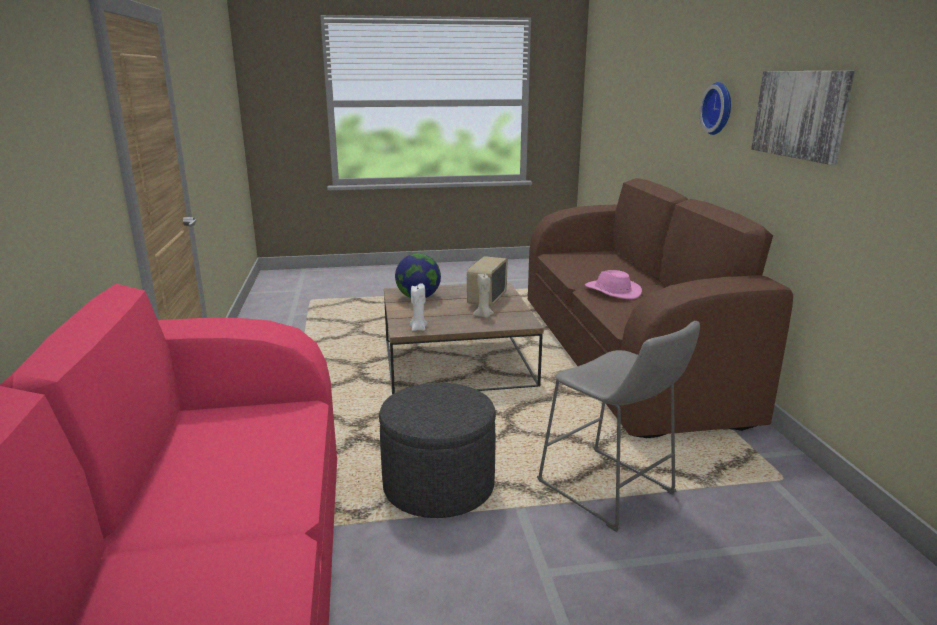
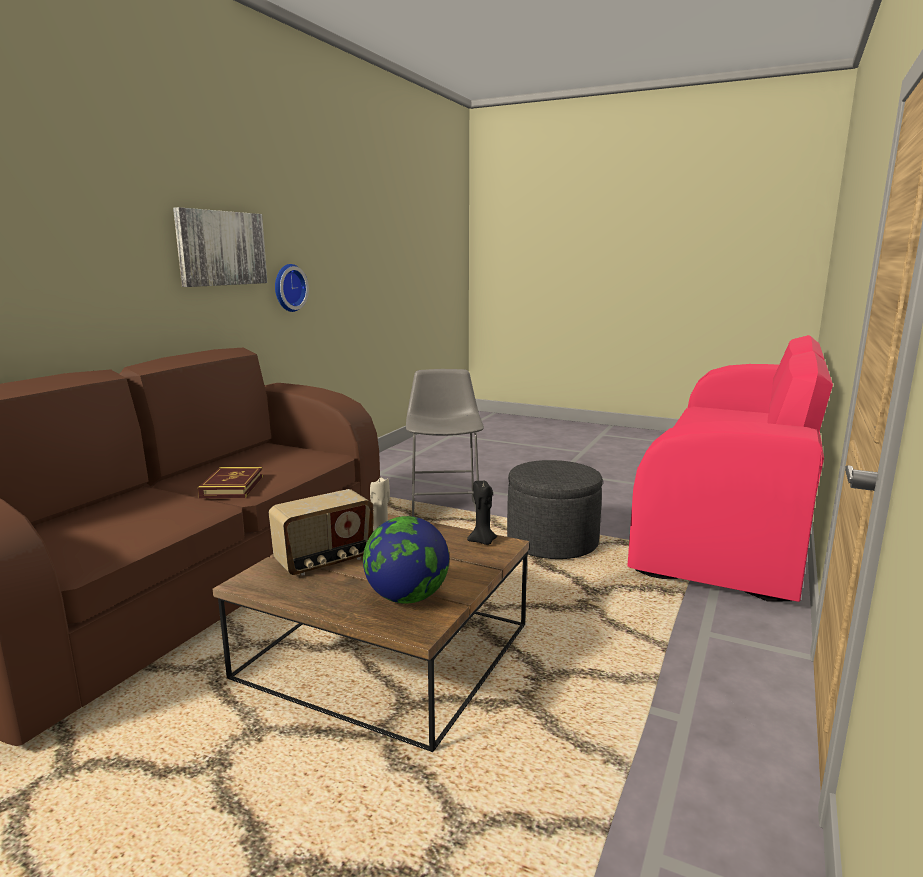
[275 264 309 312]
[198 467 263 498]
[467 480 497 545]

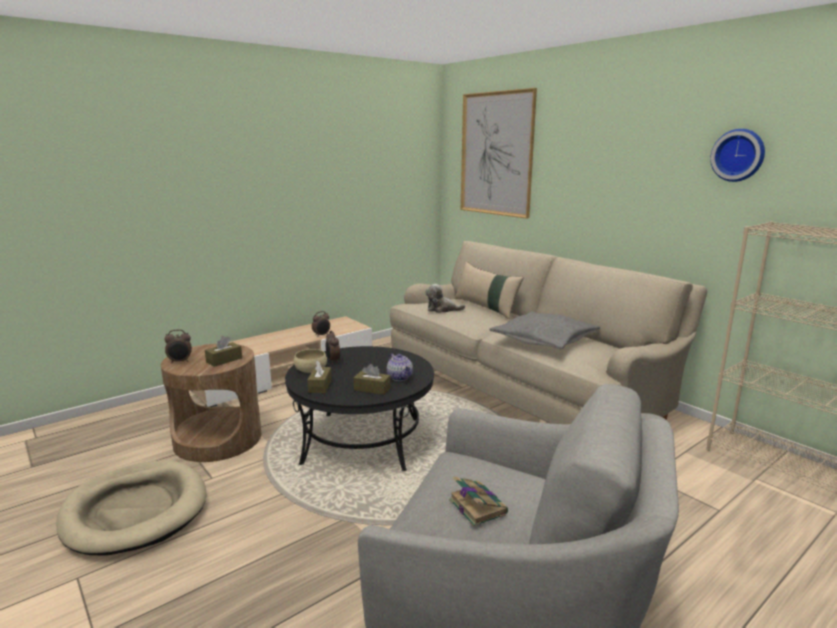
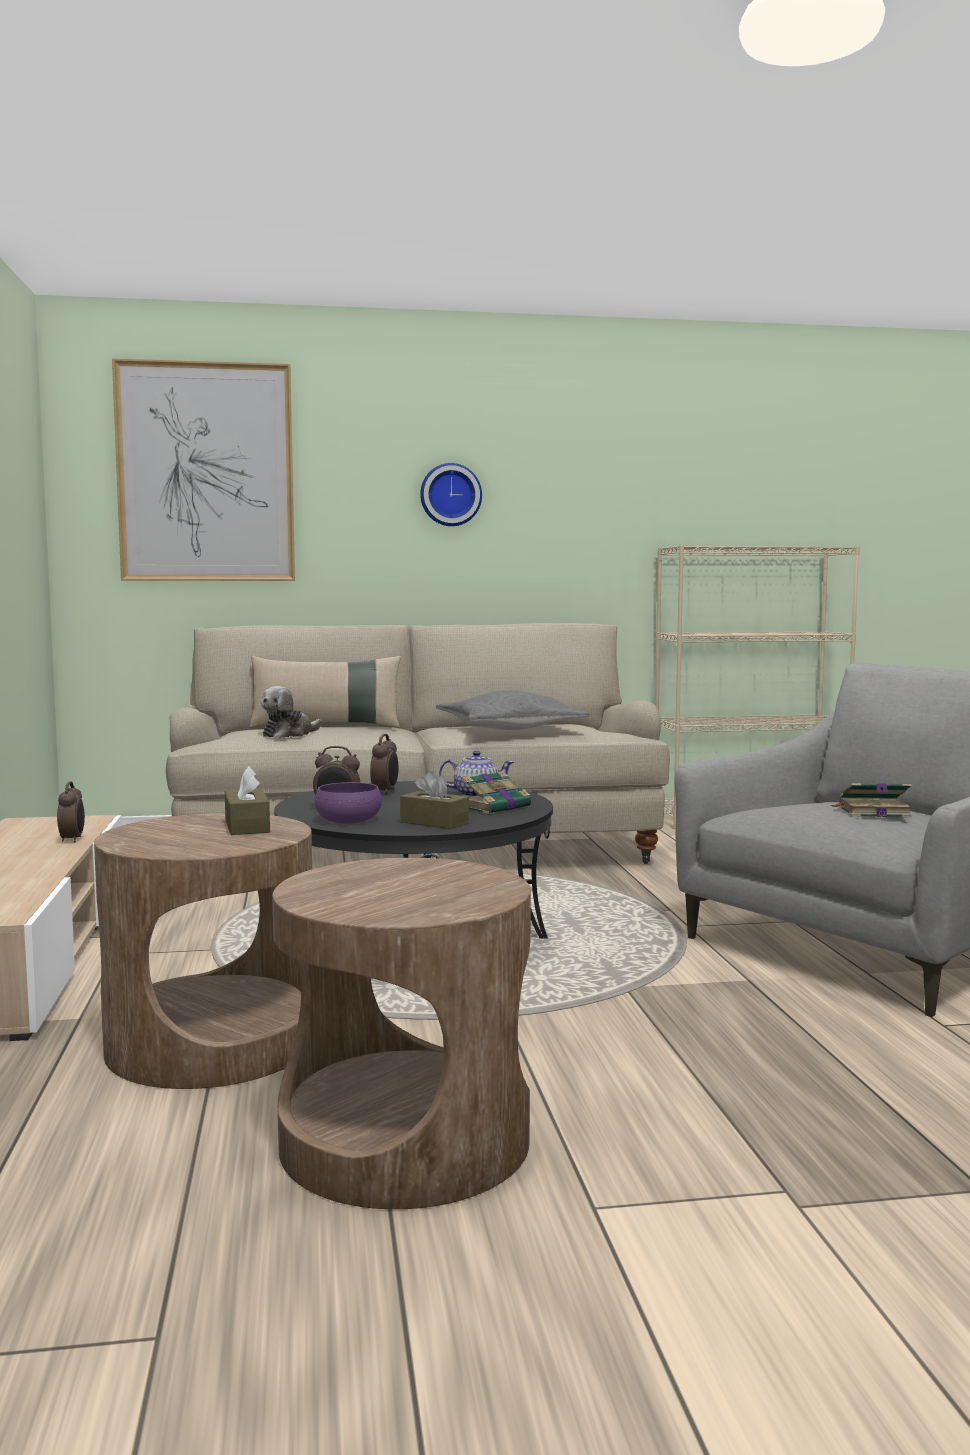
[420 463 482 526]
[370 734 399 795]
[315 782 382 824]
[461 771 531 814]
[272 858 531 1209]

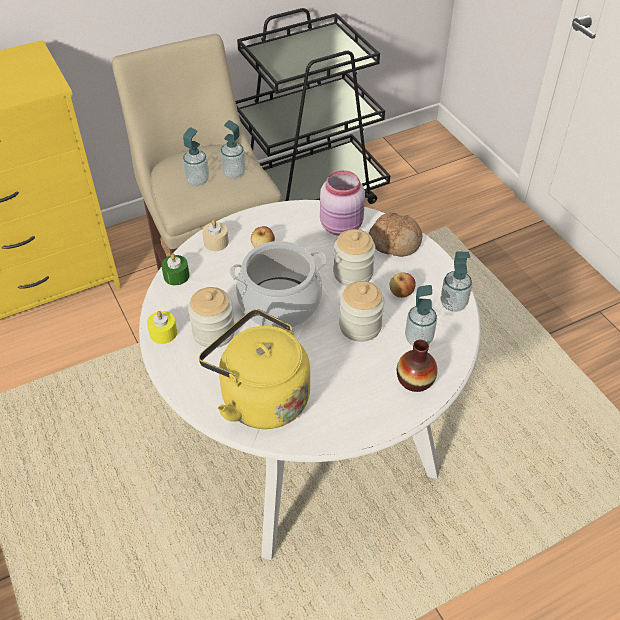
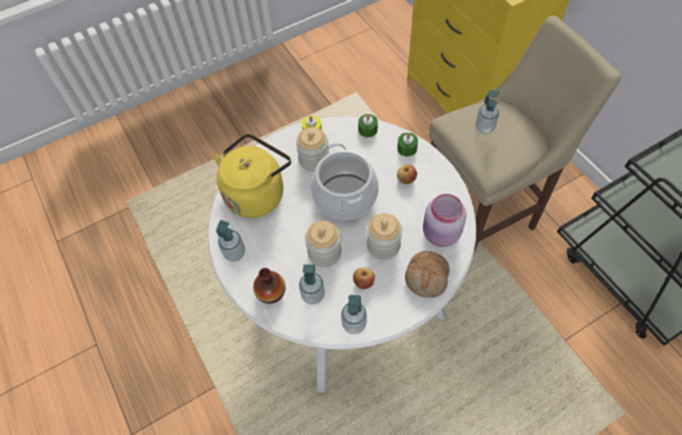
[216 220 245 262]
[397 133 418 156]

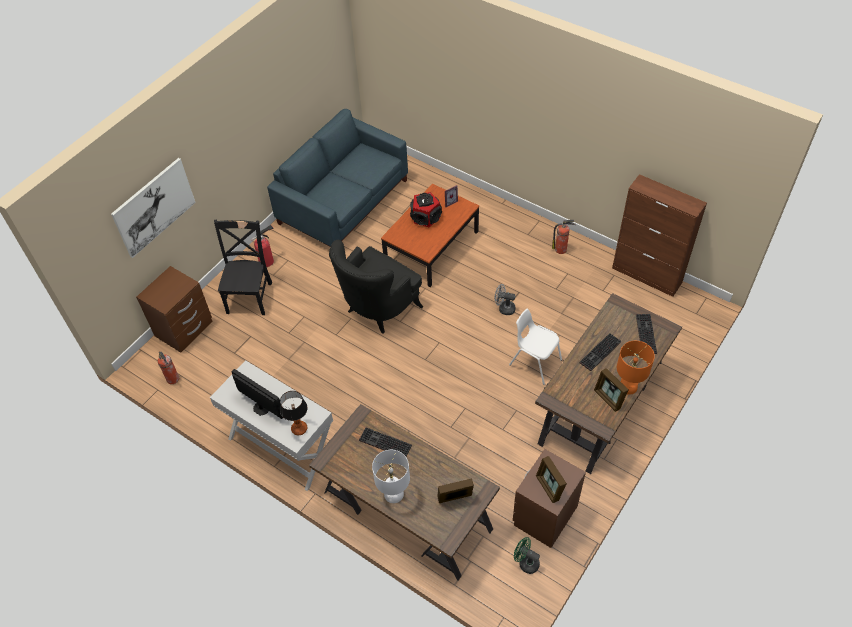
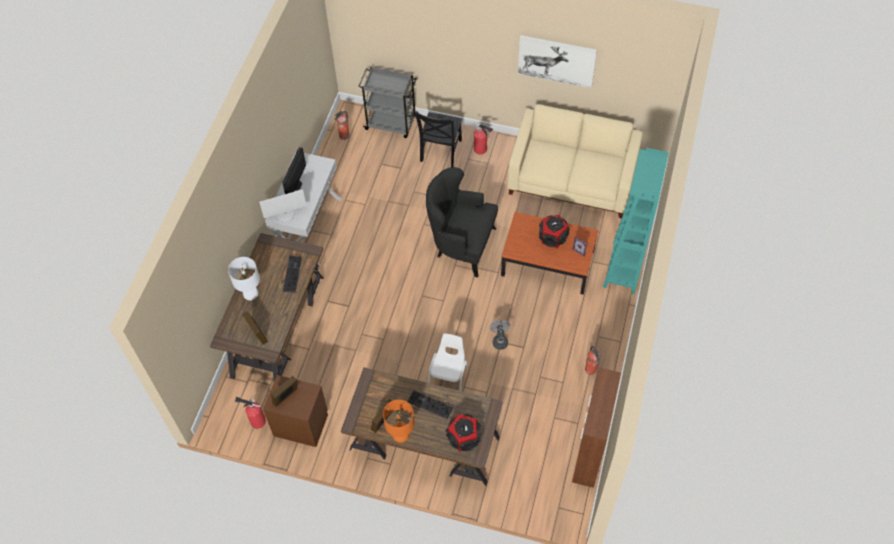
[508 104 643 218]
[518 35 597 88]
[415 111 462 167]
[358 66 417 138]
[446 414 481 452]
[259 189 306 222]
[235 397 266 429]
[603 148 669 294]

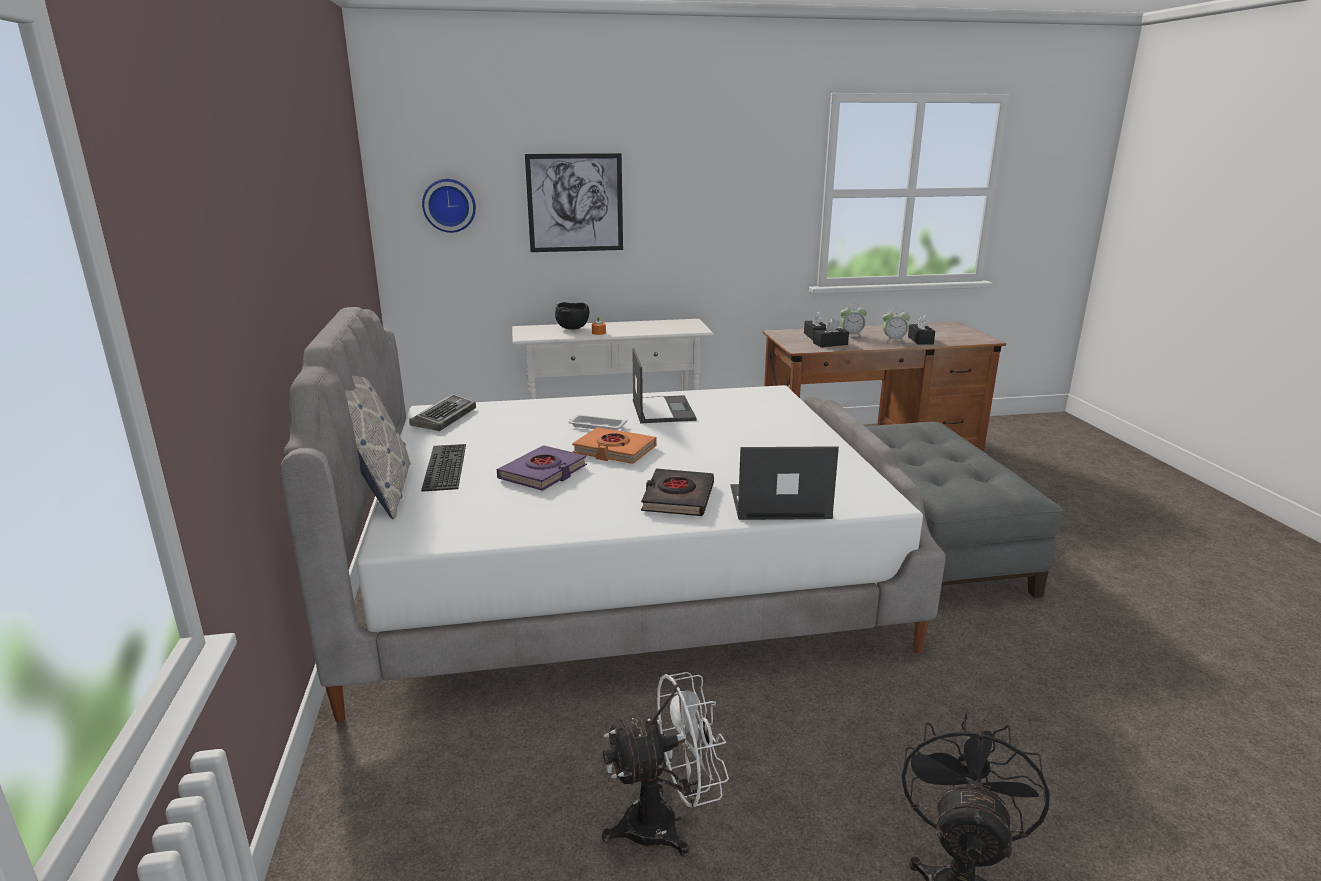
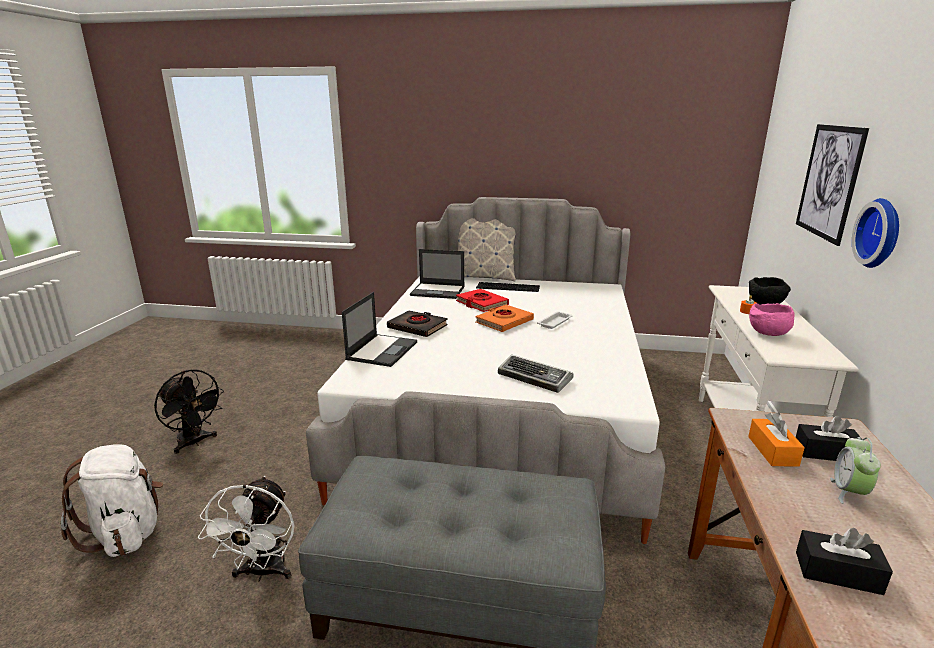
[852 198 899 268]
[882 308 910 343] (first image)
[748 413 805 467]
[410 249 465 299]
[498 354 573 393]
[456 289 509 312]
[198 476 294 581]
[749 303 794 336]
[61 444 163 557]

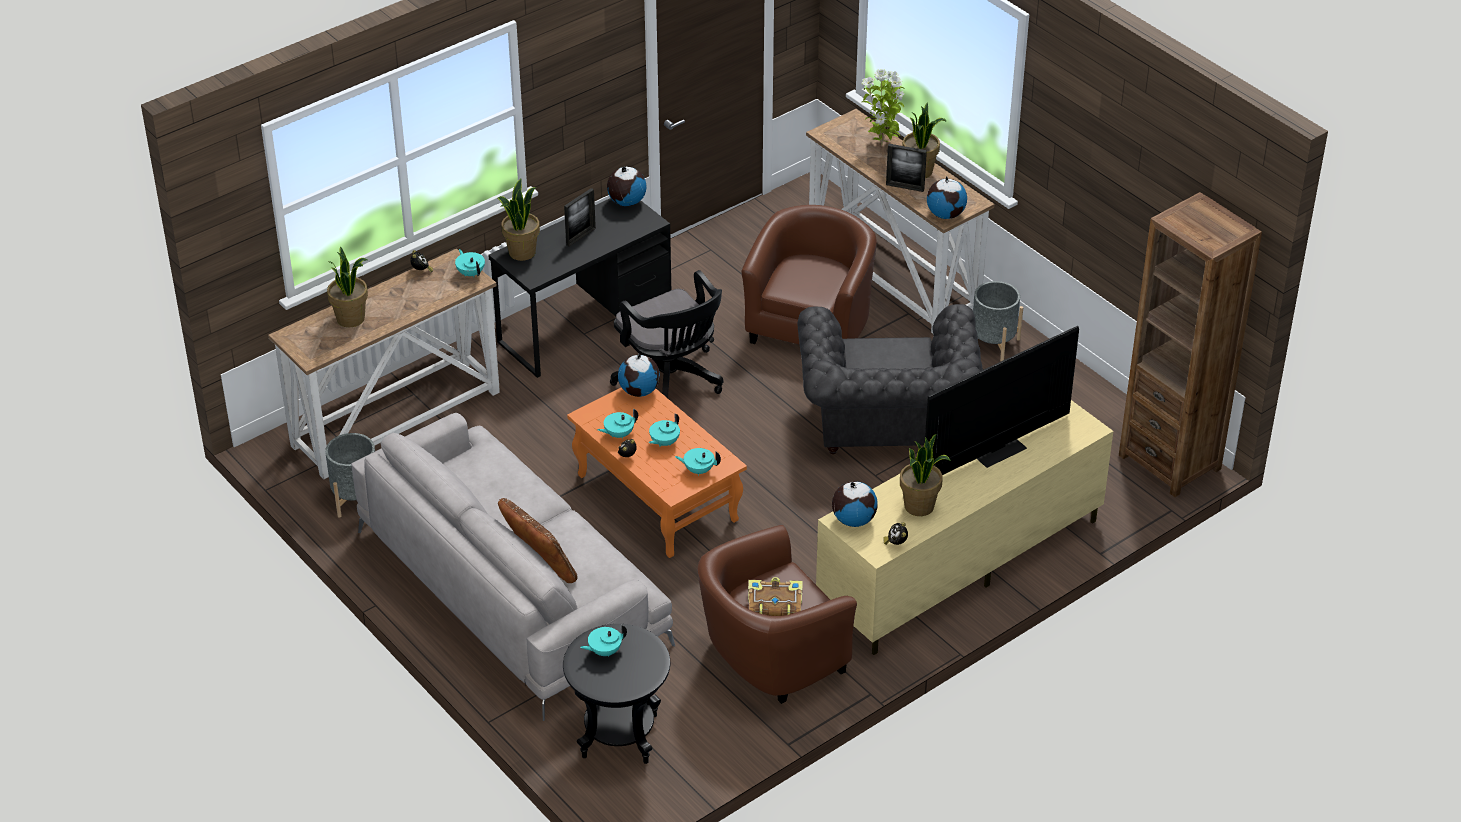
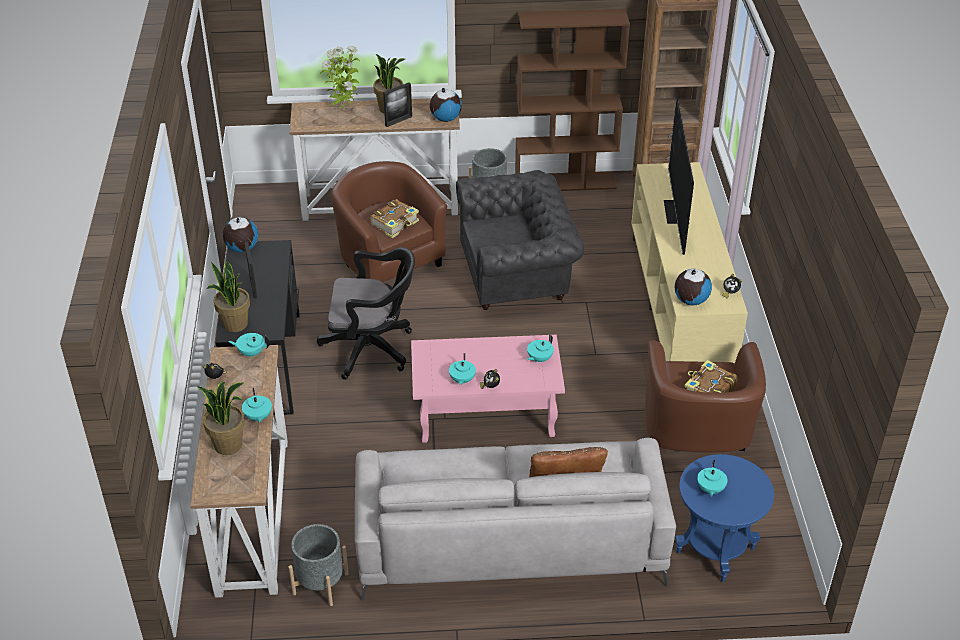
[456 170 584 310]
[618 353 660 397] (first image)
[411 335 565 443]
[242 388 272 423]
[900 434 951 516] (first image)
[675 454 774 582]
[515 9 630 191]
[370 199 419 238]

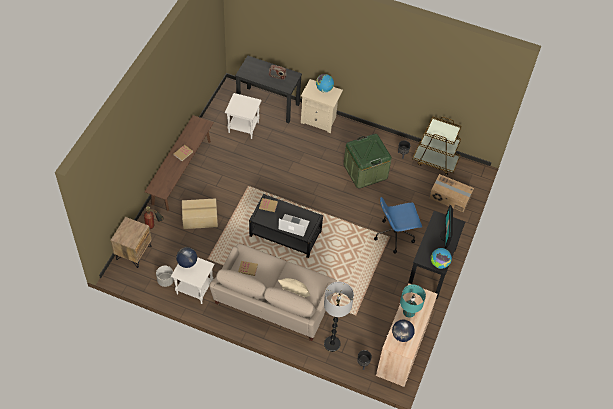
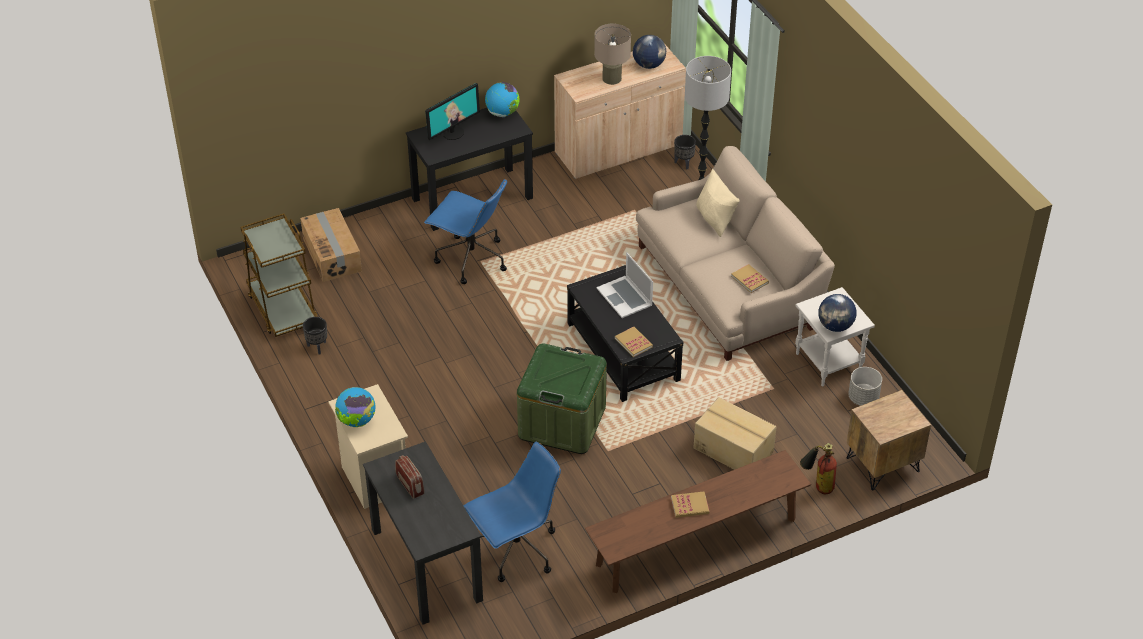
[464 442 561 582]
[517 343 607 454]
[594 23 631 85]

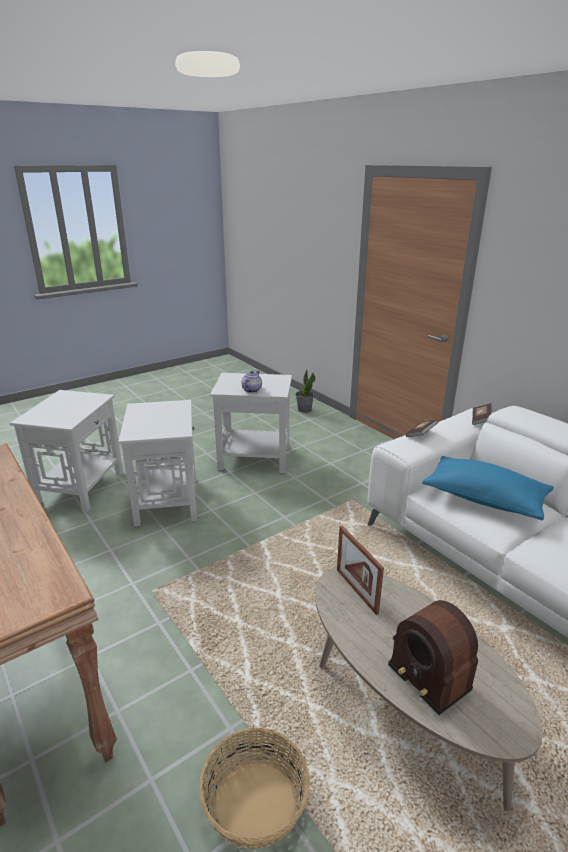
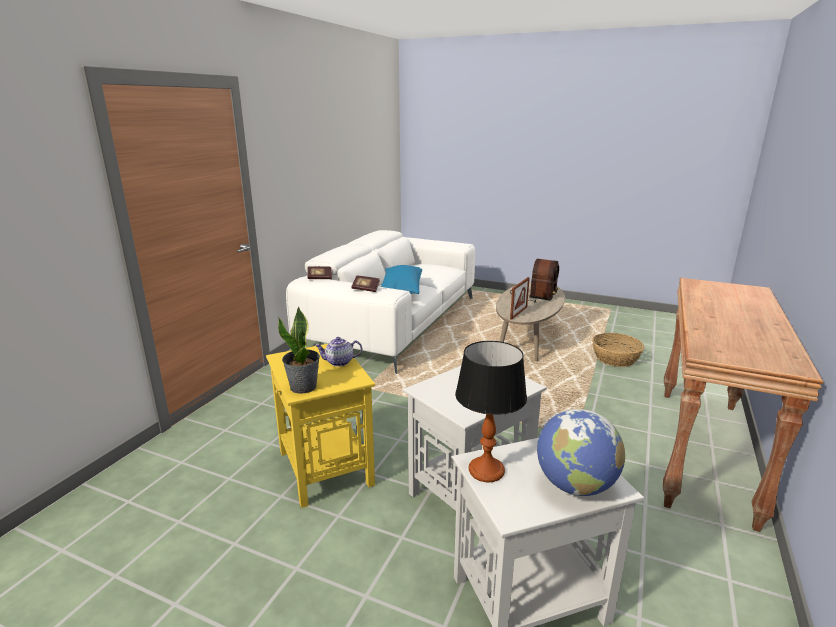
[278 306 320 394]
[266 344 375 508]
[455 341 527 482]
[537 409 625 496]

